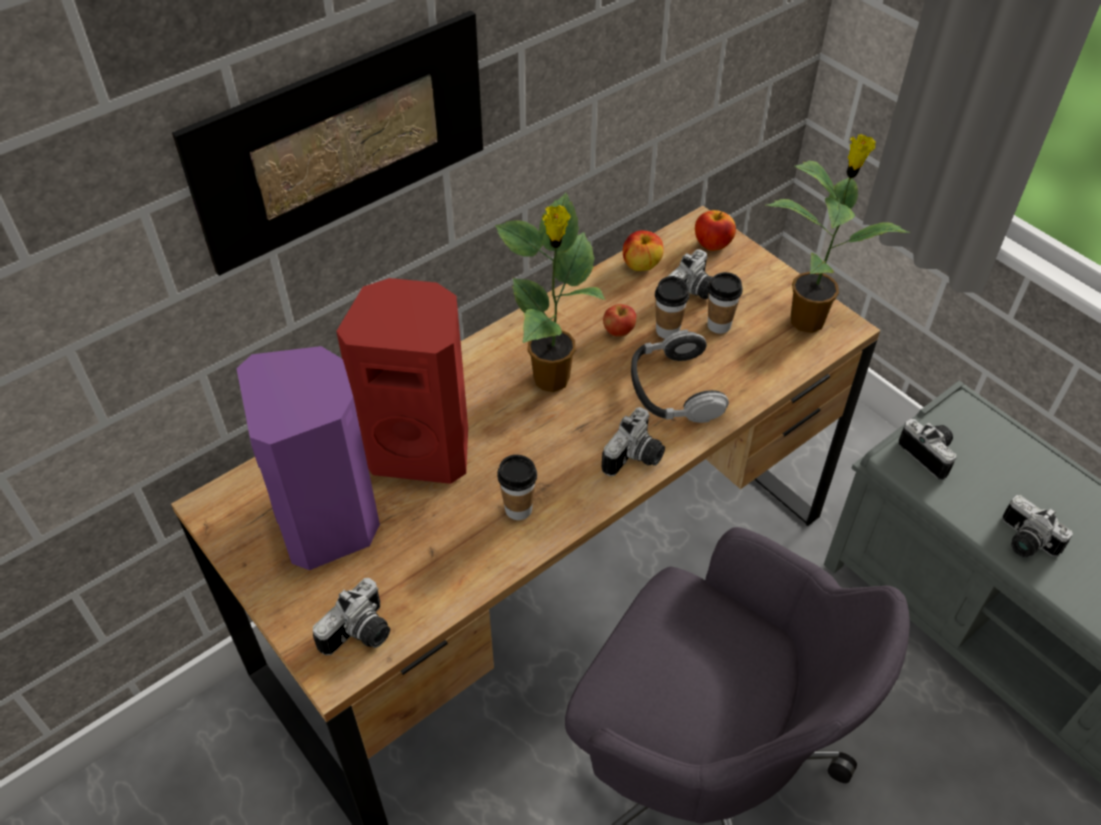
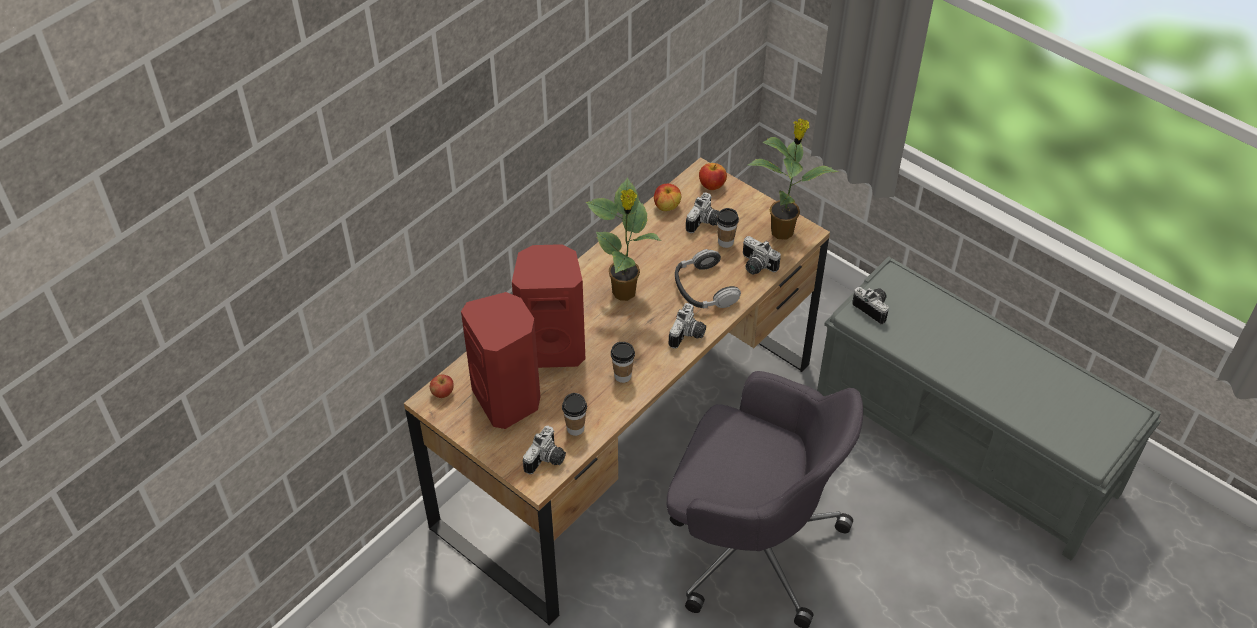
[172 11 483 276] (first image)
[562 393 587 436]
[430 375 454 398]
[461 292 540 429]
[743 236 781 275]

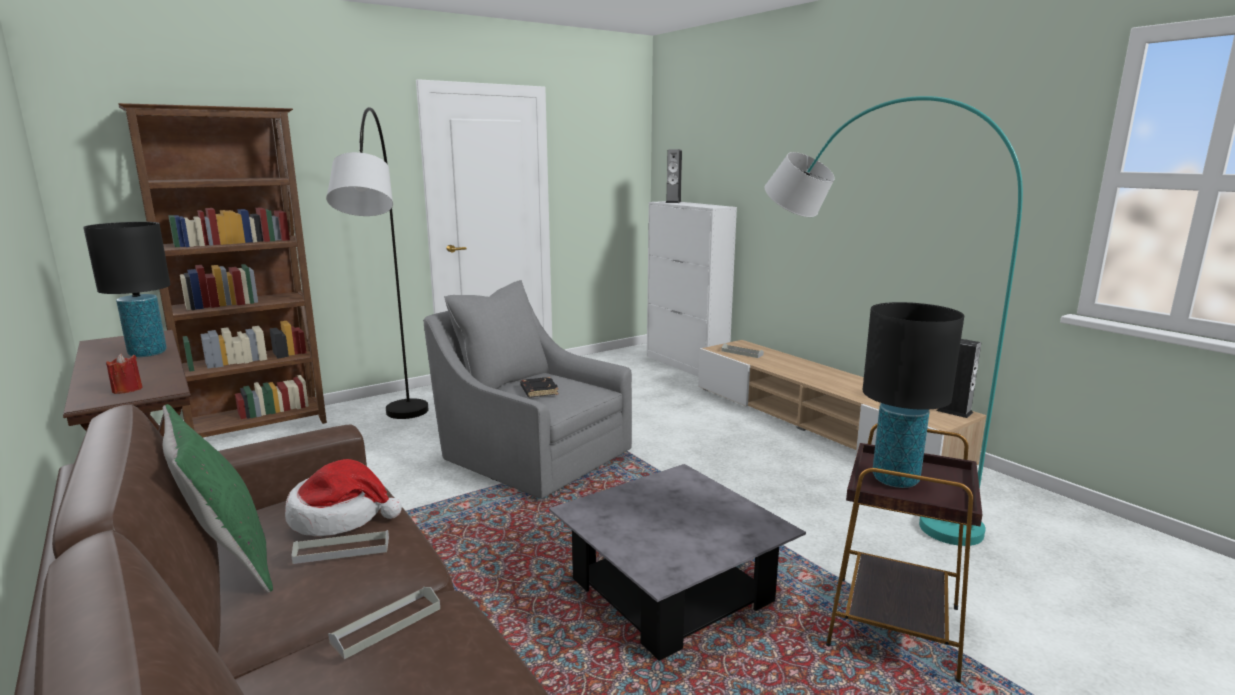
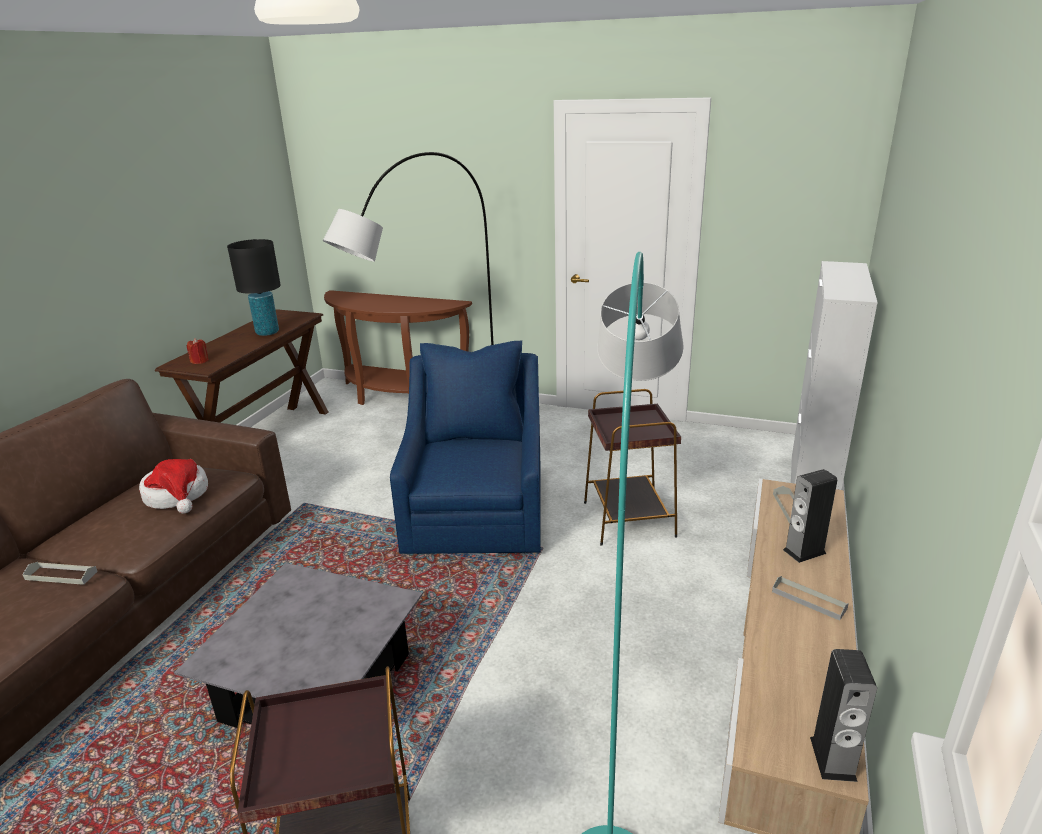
[324 290 472 405]
[783 469 837 563]
[390 341 541 554]
[863 302 964 488] (first image)
[520 377 559 398] (first image)
[163 404 273 593] (first image)
[772 576 849 621]
[584 389 681 545]

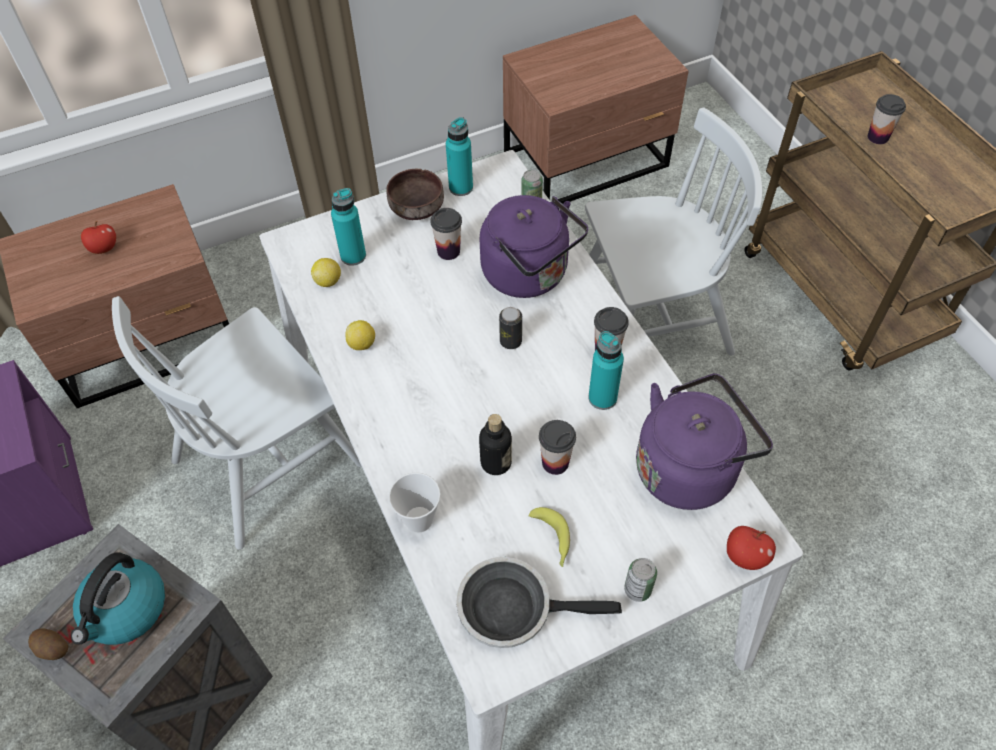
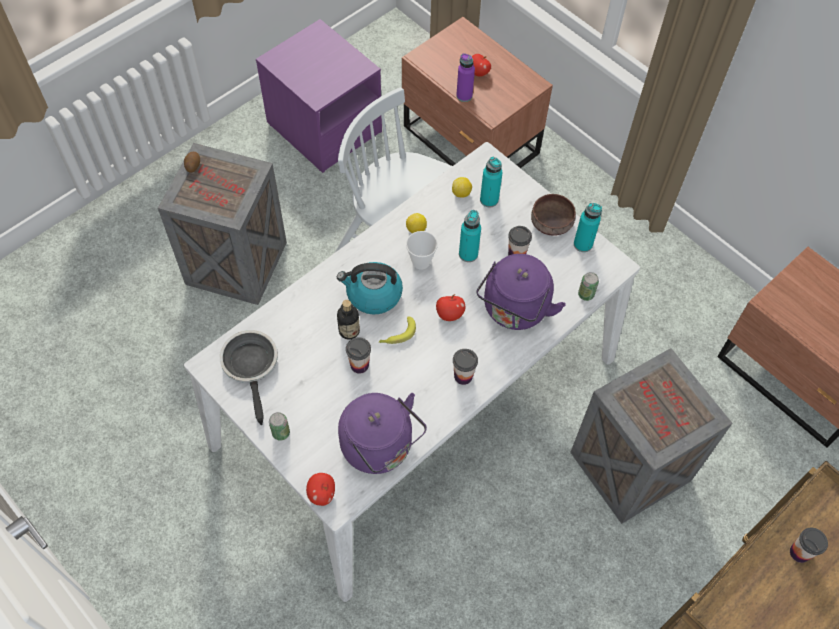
[570 348 732 524]
[436 294 465 321]
[459 210 481 262]
[406 231 438 270]
[379 316 416 344]
[337 262 403 315]
[456 53 475 102]

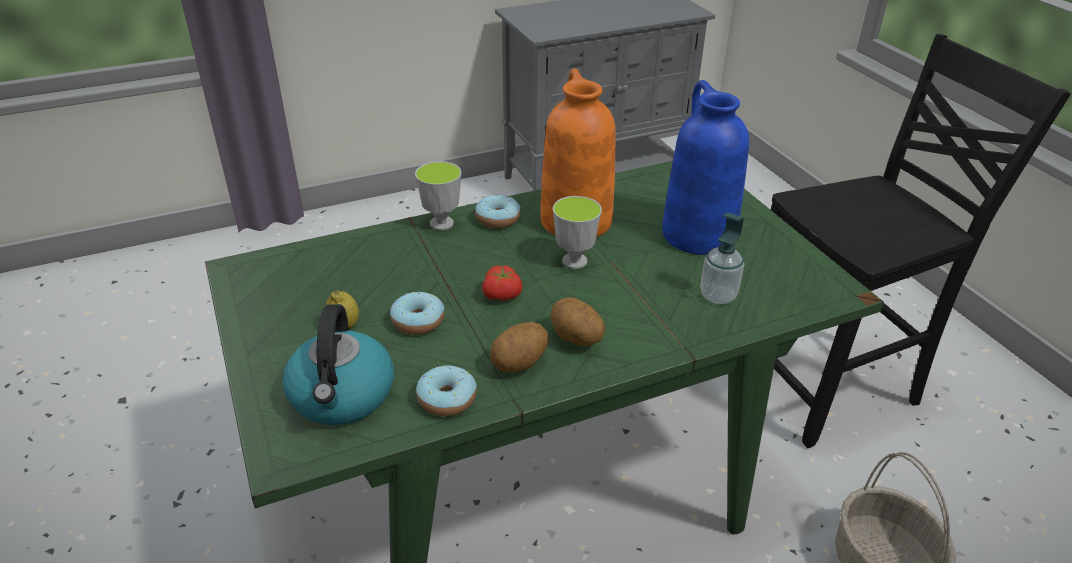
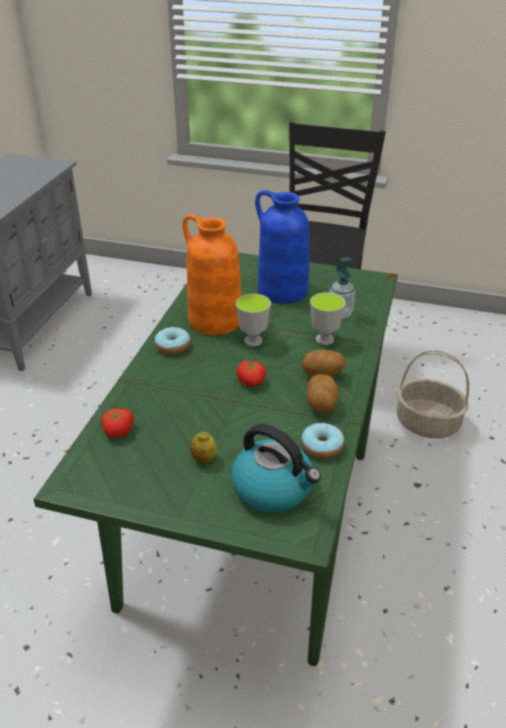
[310 292 346 345]
[390 292 444 335] (first image)
[101 408 134 438]

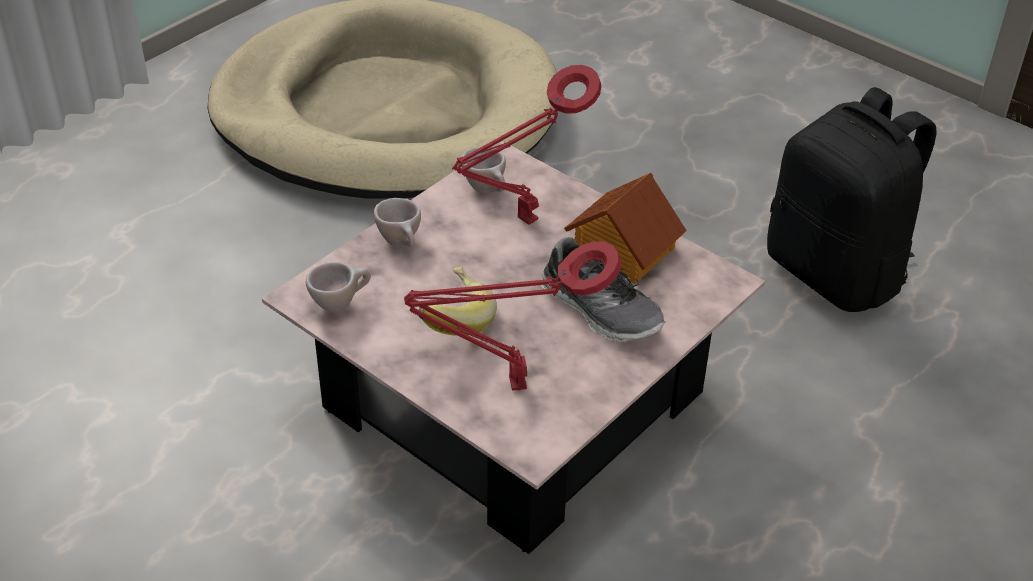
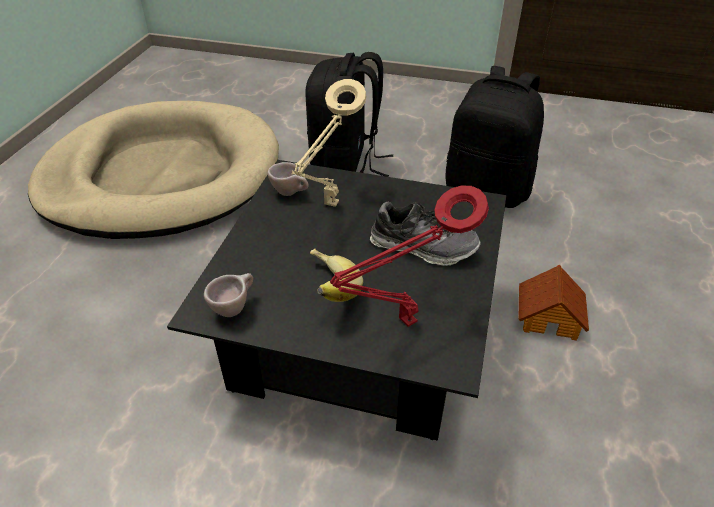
[292 79 366 207]
[167 160 506 441]
[519 265 589 340]
[374 198 421 247] (first image)
[305 52 394 177]

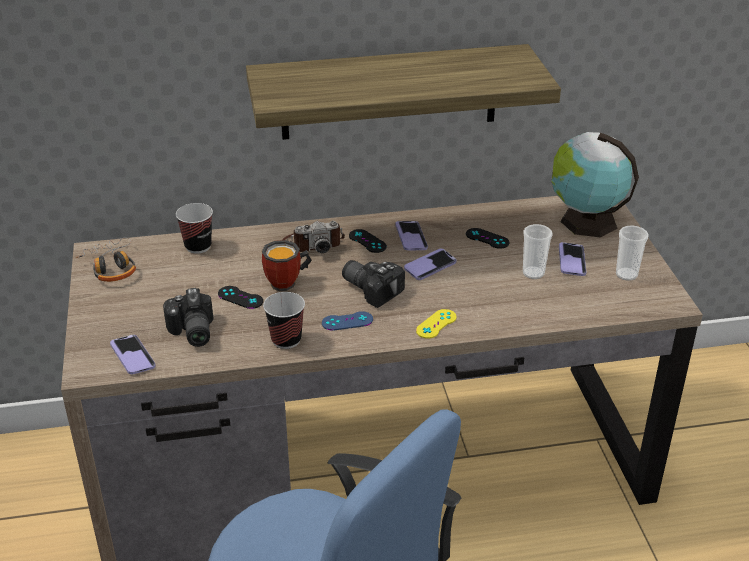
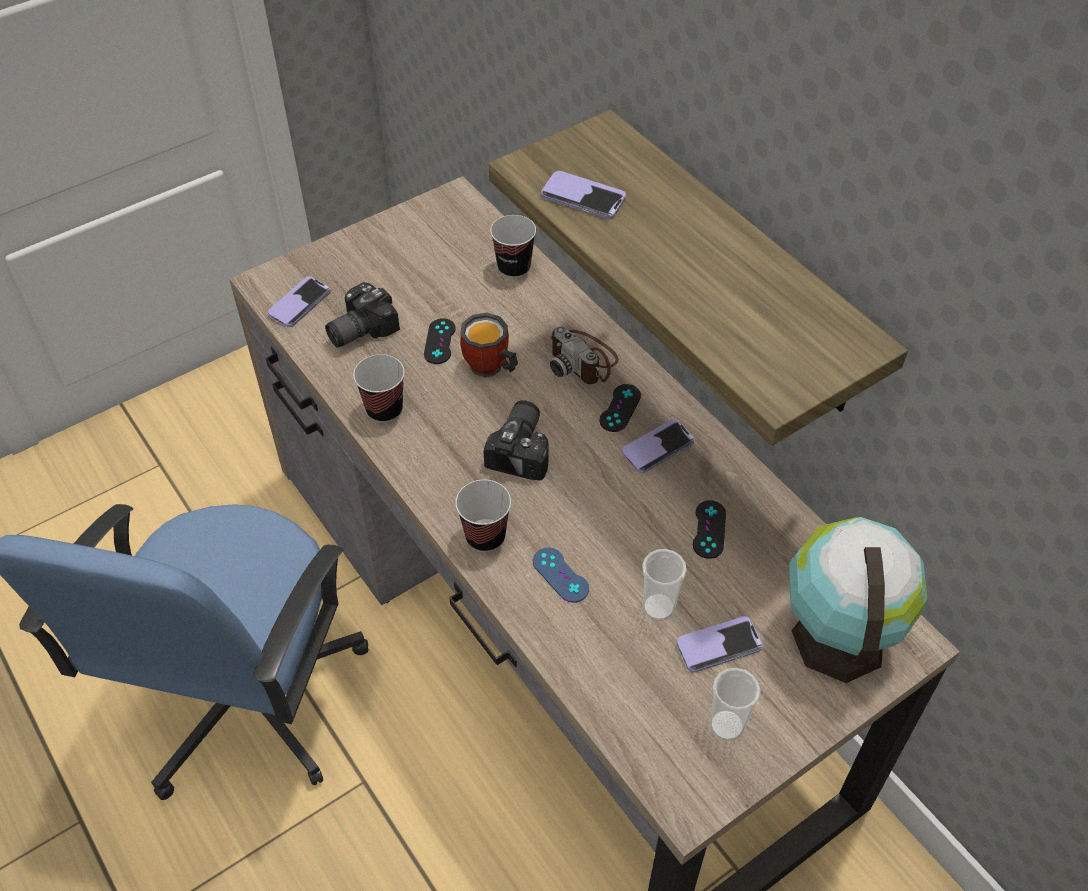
[76 238 136 282] (first image)
[541 171 626 219]
[455 480 511 552]
[533 548 589 603]

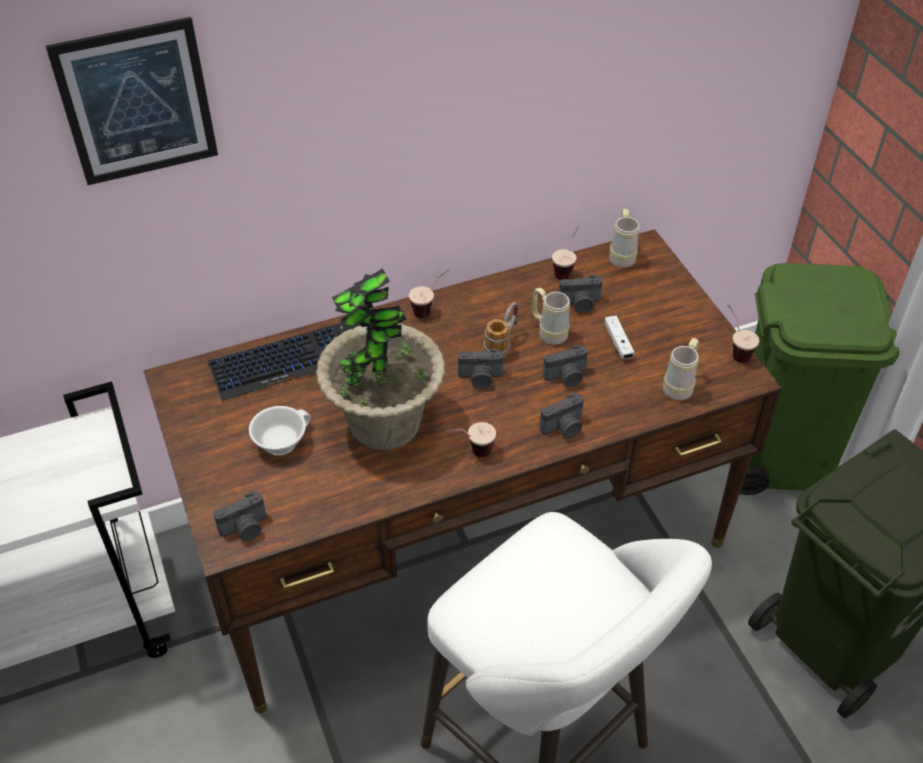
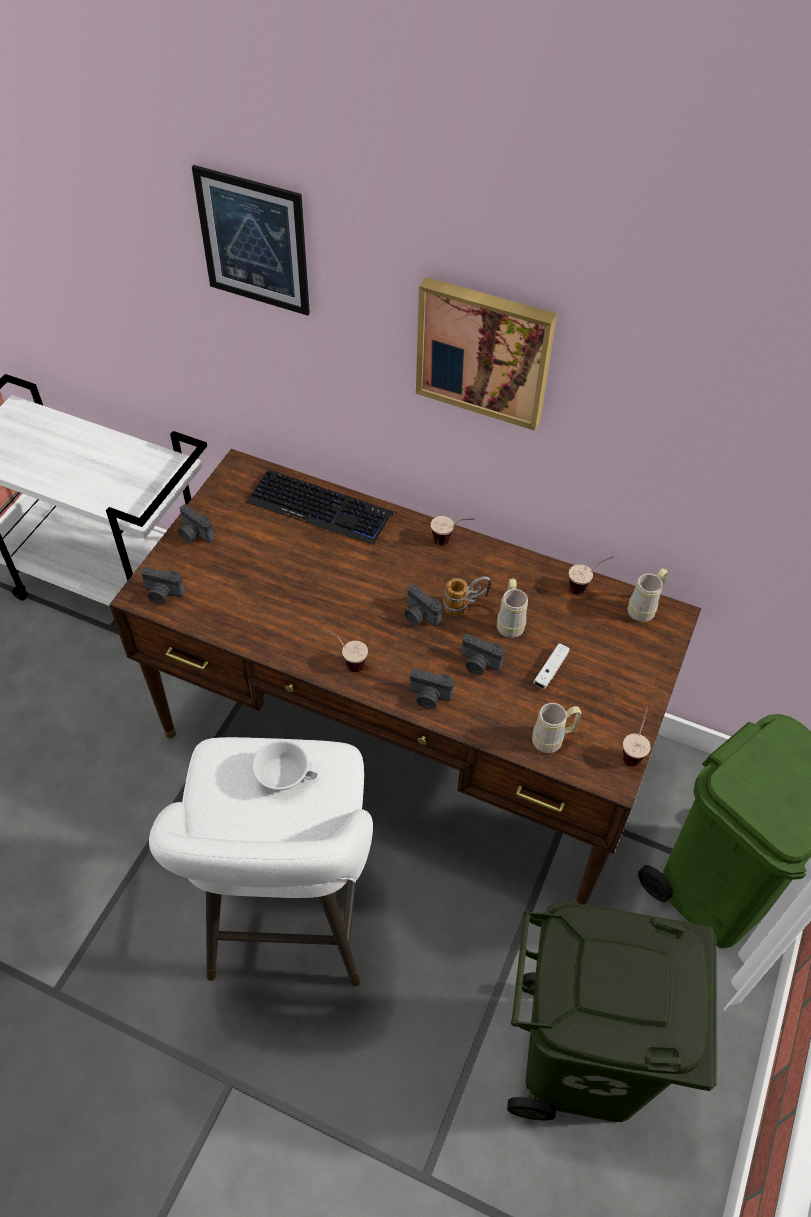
[316 268 445 450] (first image)
[178 504 214 543]
[252 740 318 790]
[416 277 557 431]

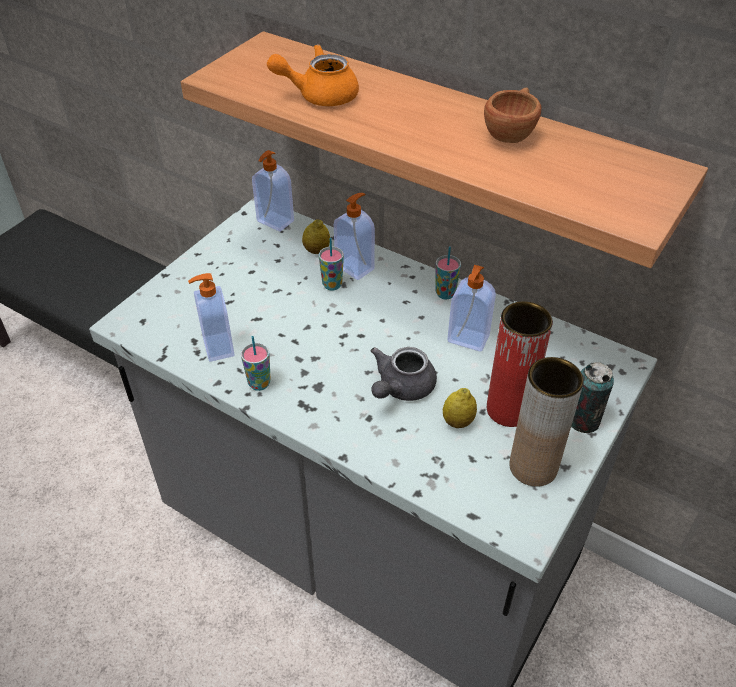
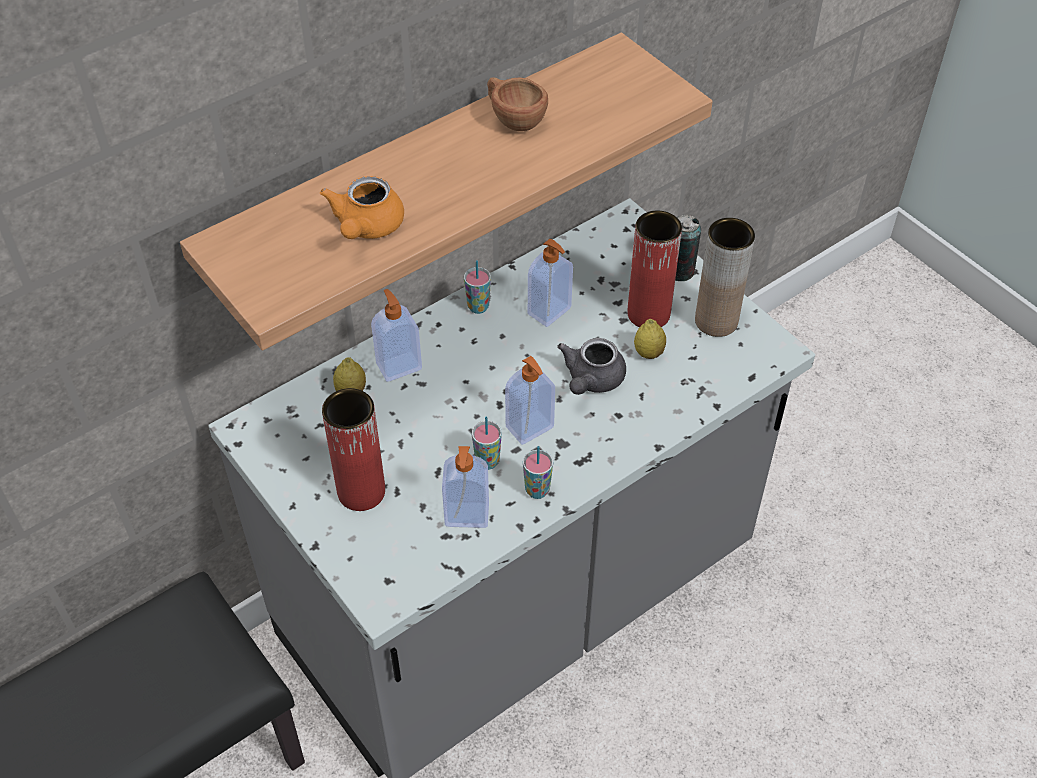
[505 356 555 445]
[472 417 502 470]
[557 338 626 395]
[322 388 385 511]

